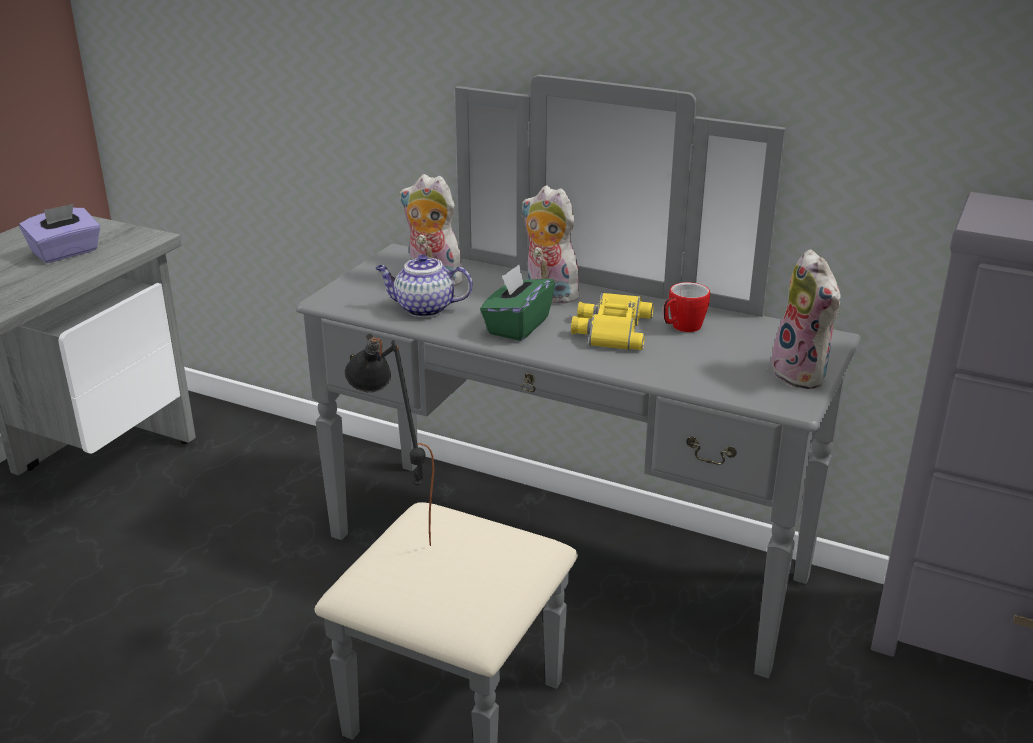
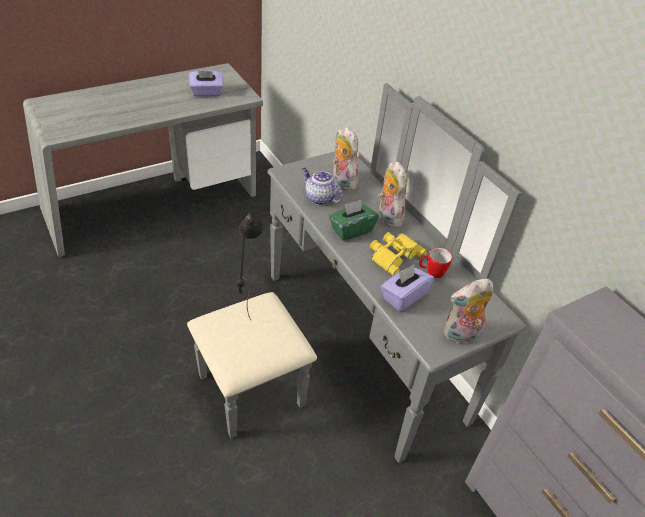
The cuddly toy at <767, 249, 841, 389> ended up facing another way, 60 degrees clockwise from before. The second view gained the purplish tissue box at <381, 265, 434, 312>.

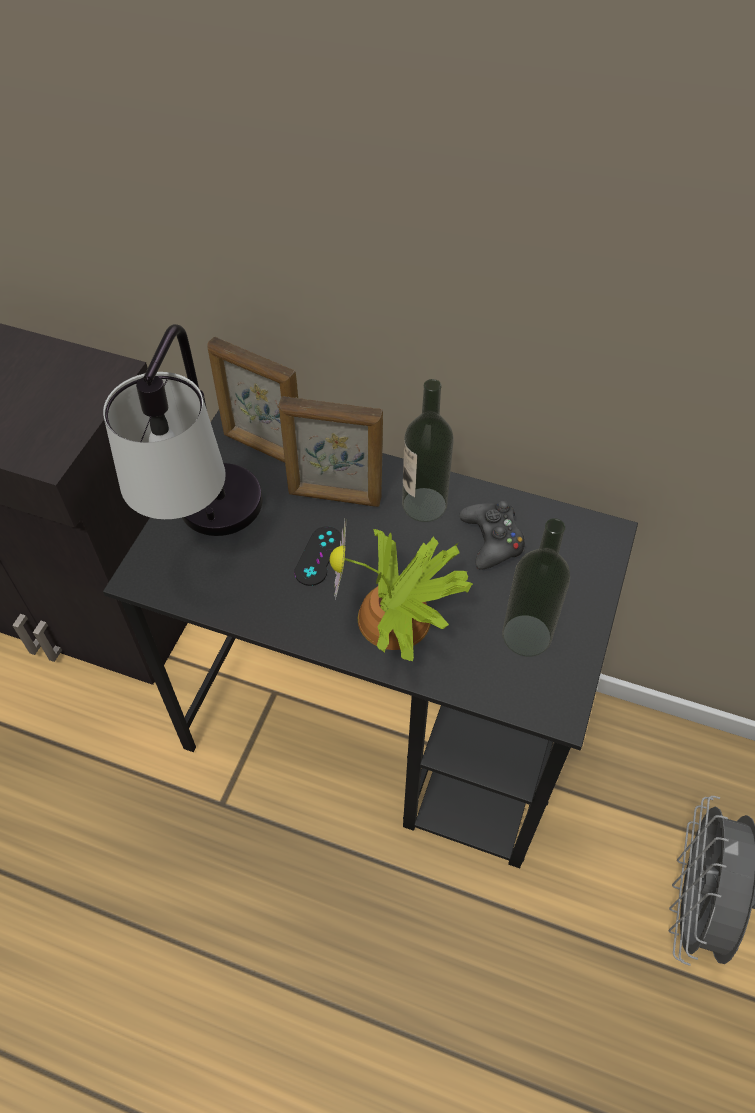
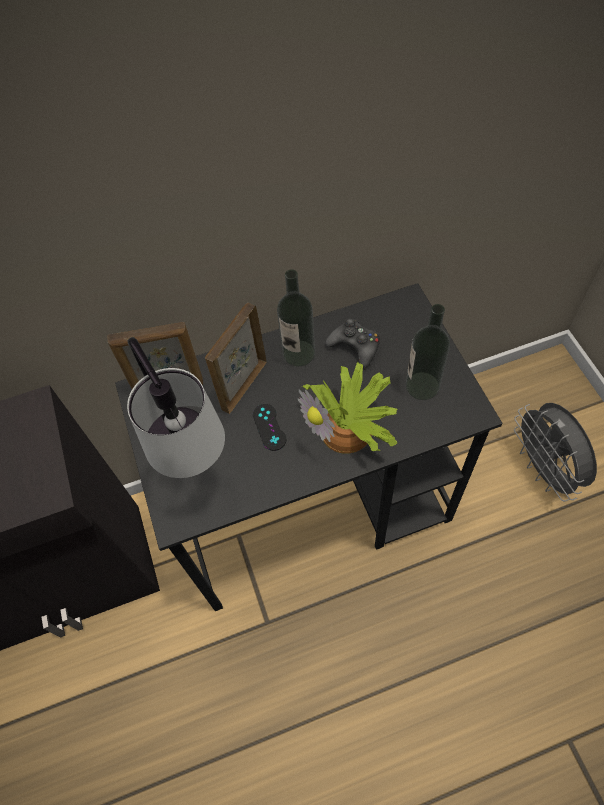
The standing frame at <279, 396, 383, 507> ended up facing another way, 150 degrees clockwise from before.

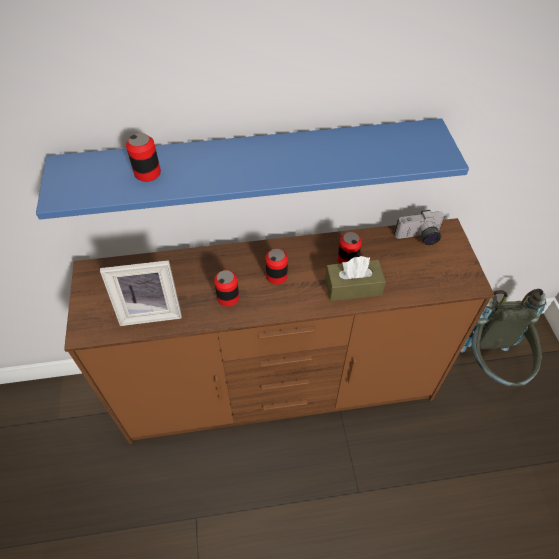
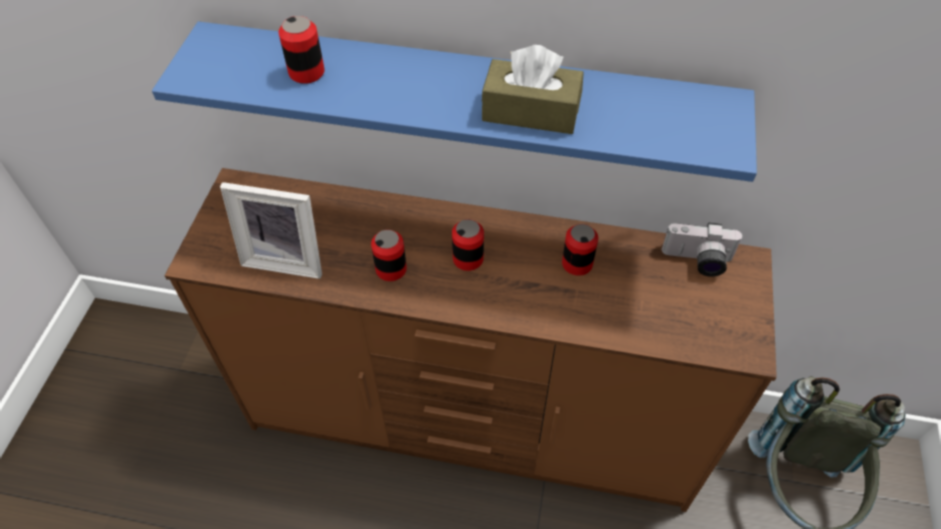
The brown tissue box ended up elsewhere, having gone from <325, 256, 386, 301> to <482, 45, 584, 134>.

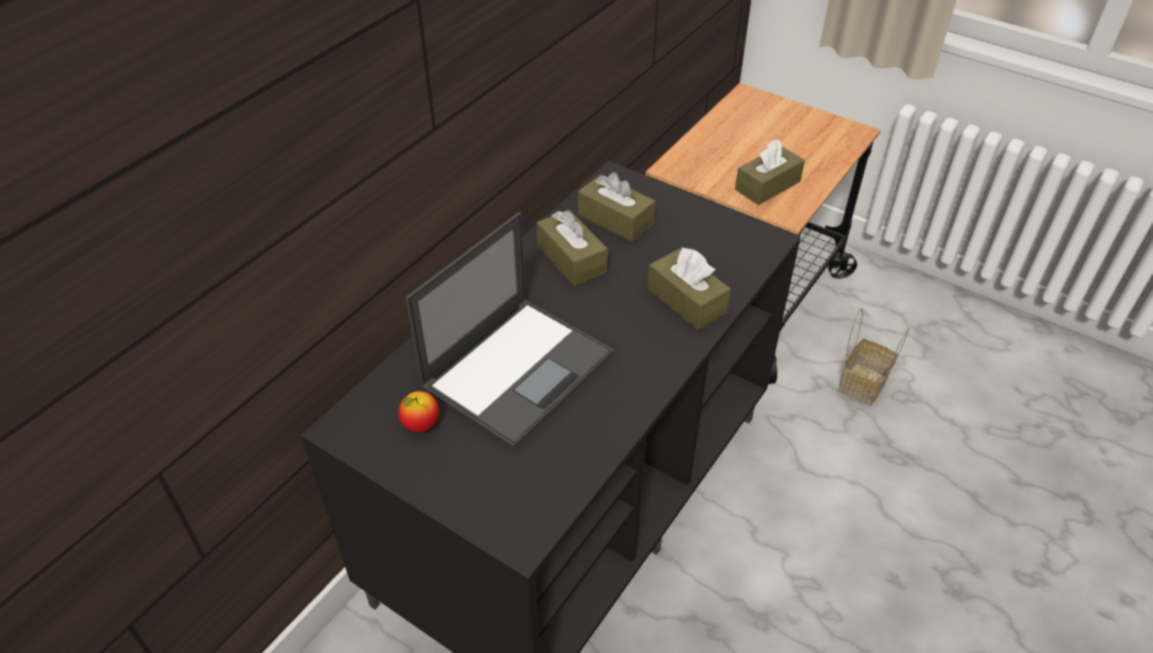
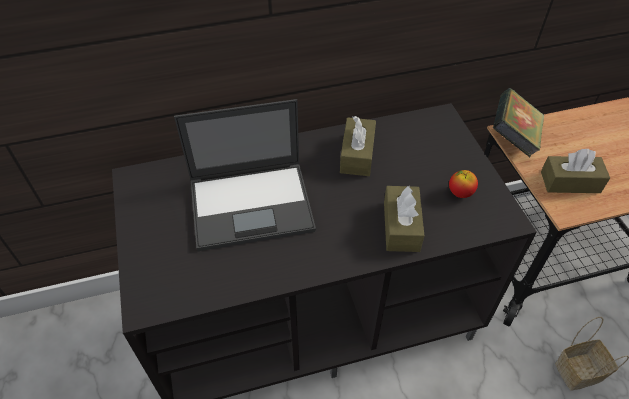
The second view lost the brown tissue box at <578, 172, 656, 242>. The apple fruit ended up elsewhere, having gone from <398, 391, 439, 432> to <449, 170, 478, 198>. The second view gained the volume at <493, 88, 544, 157>.

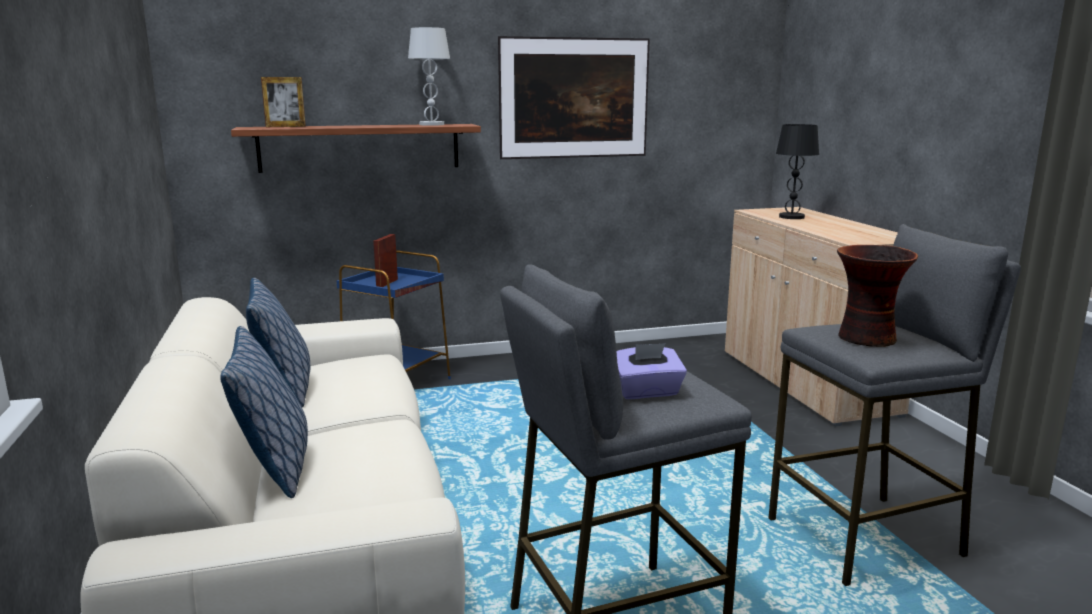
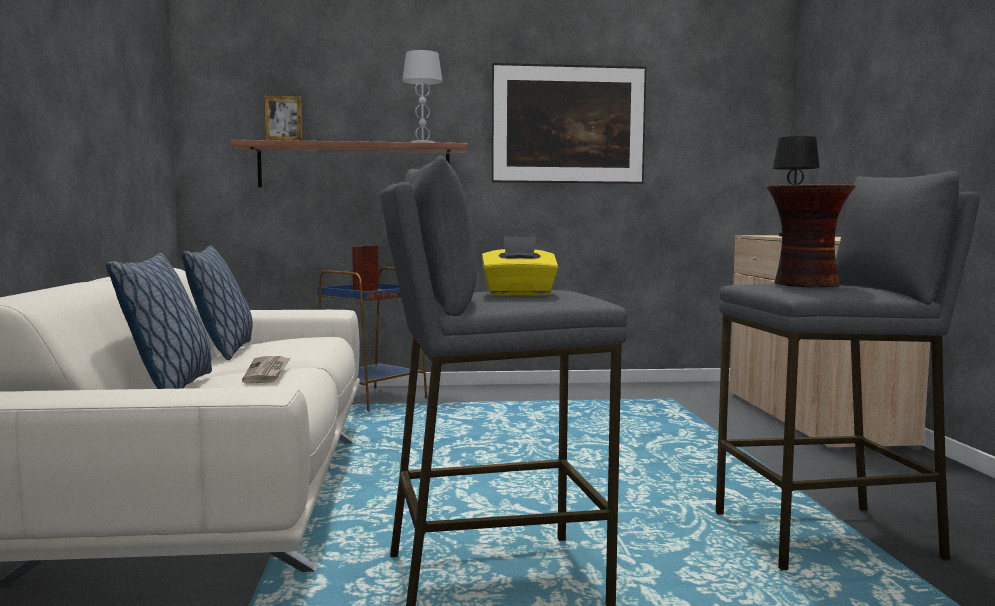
What was the purplish tissue box at <616, 343, 687, 399> turned into the yellowish tissue box at <482, 236, 558, 296>. The second view gained the daily paper at <242, 356, 290, 383>.

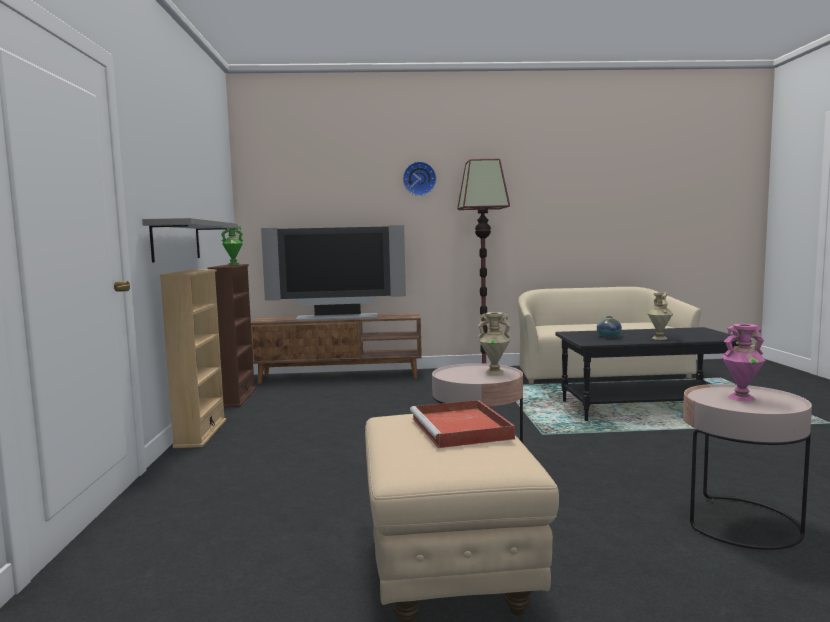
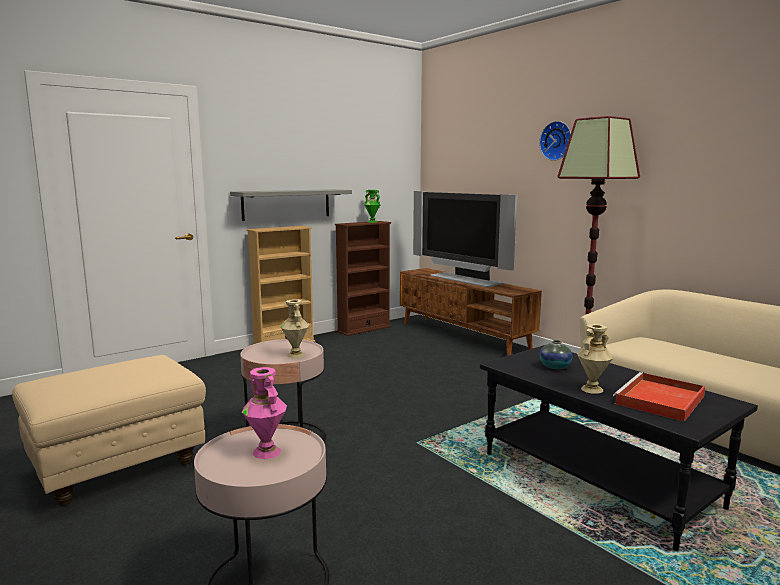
The red-coloured tray ended up elsewhere, having gone from <410, 400, 515, 448> to <613, 372, 705, 422>.

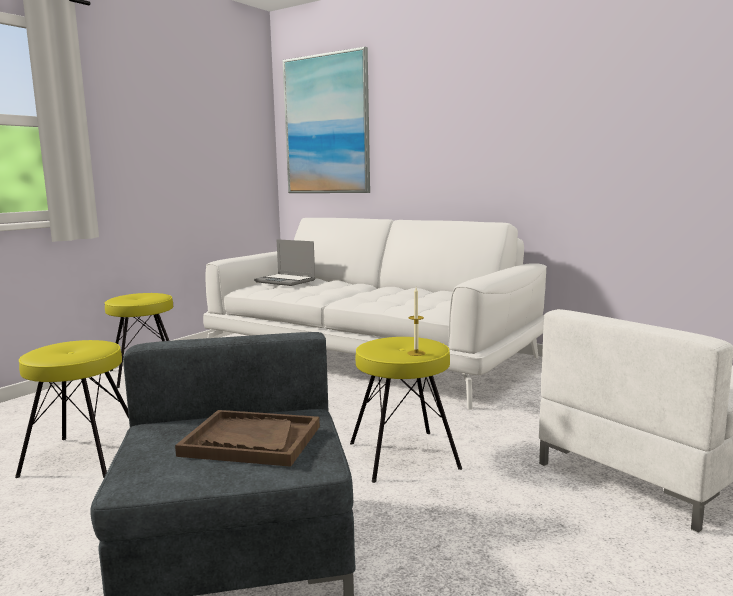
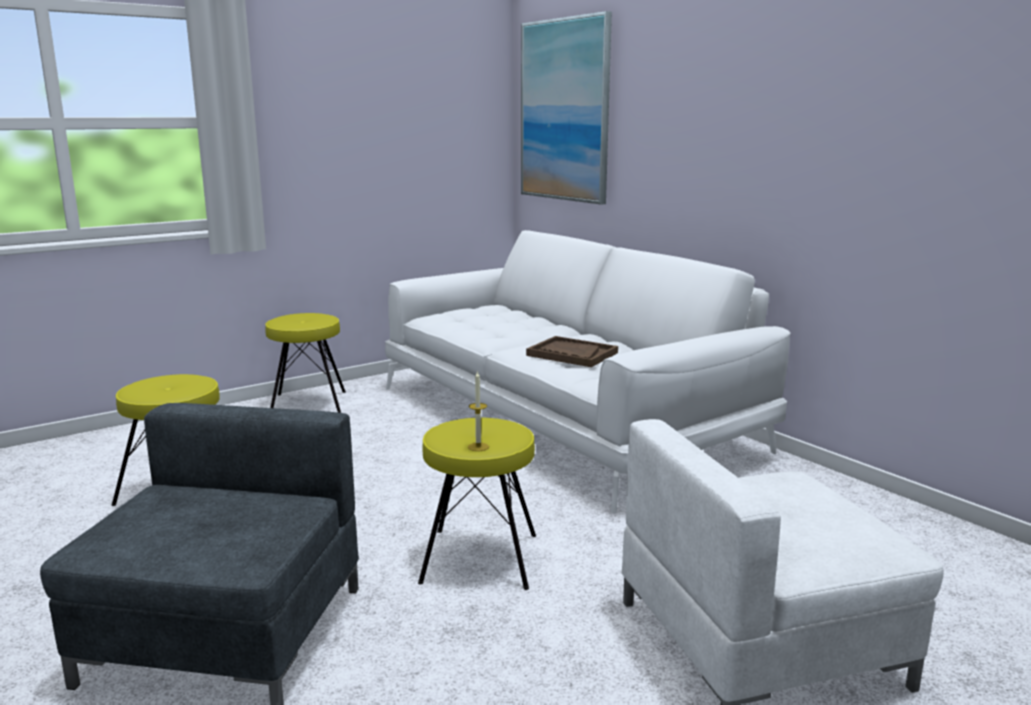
The second view lost the portable computer at <254, 239, 316, 286>. The brown tray ended up elsewhere, having gone from <175, 410, 320, 467> to <526, 336, 618, 367>.

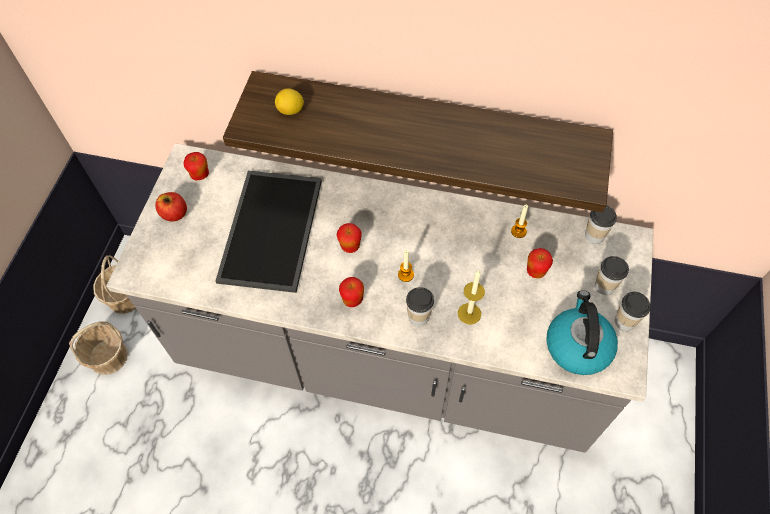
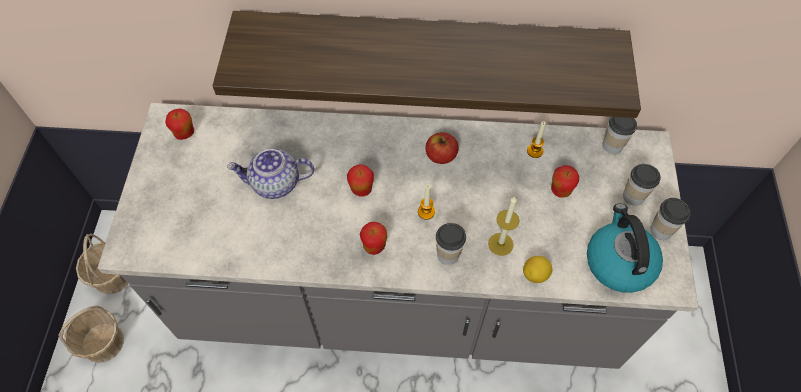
The lemon ended up elsewhere, having gone from <275, 88, 304, 115> to <523, 256, 552, 283>. Where the tray stood at <215, 171, 322, 293>, the pot for tea came to stand at <227, 148, 314, 199>. The apple fruit ended up elsewhere, having gone from <155, 192, 187, 222> to <425, 132, 459, 164>.

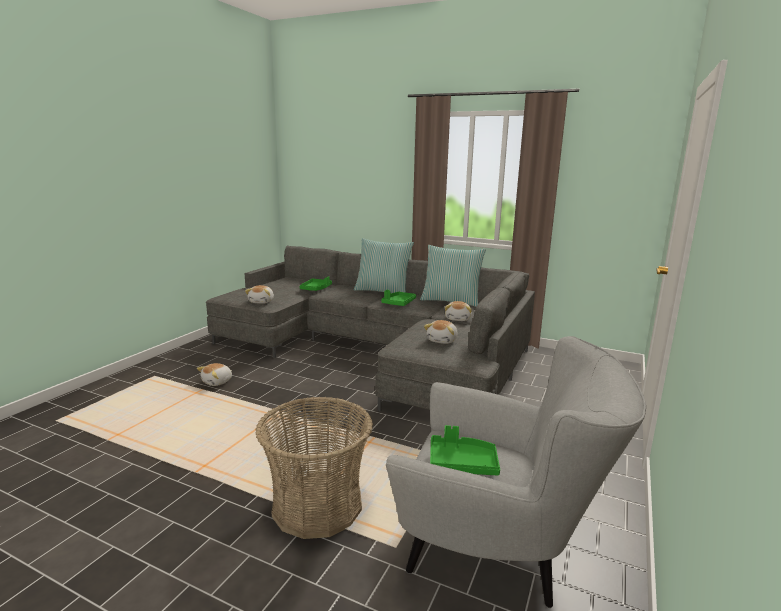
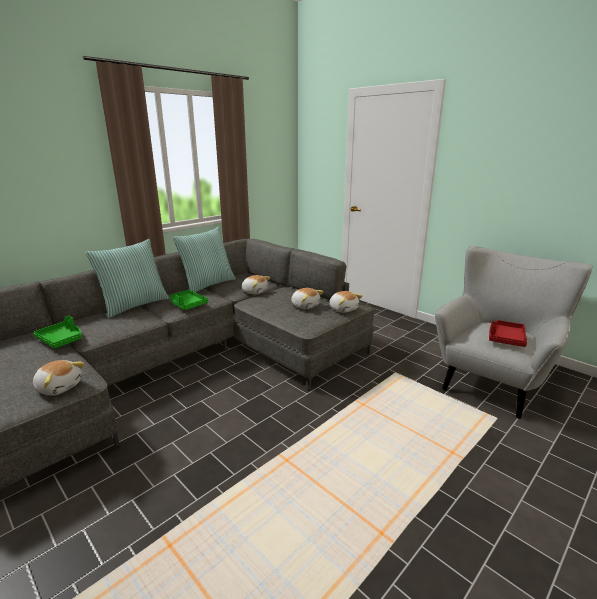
The cuddly toy ended up elsewhere, having gone from <197, 363, 232, 386> to <329, 291, 363, 313>. The second view lost the storage basket at <255, 397, 373, 539>. What was the green-coloured tray at <430, 425, 500, 476> turned into the red-coloured tray at <489, 320, 527, 347>.

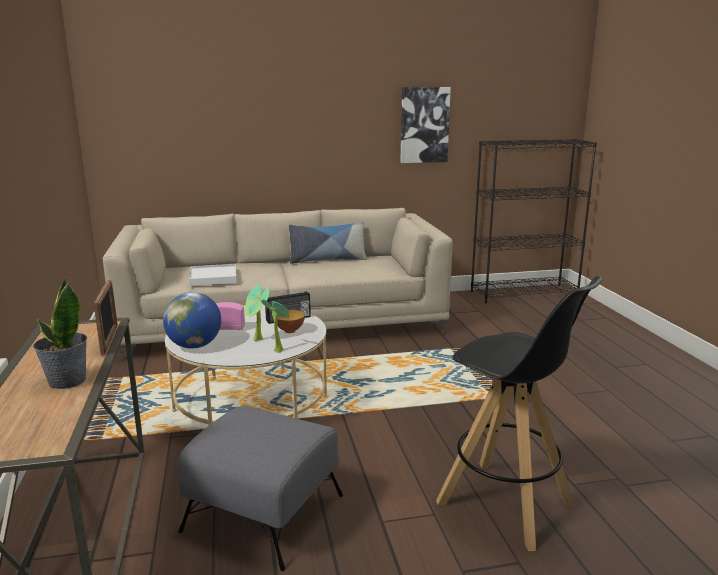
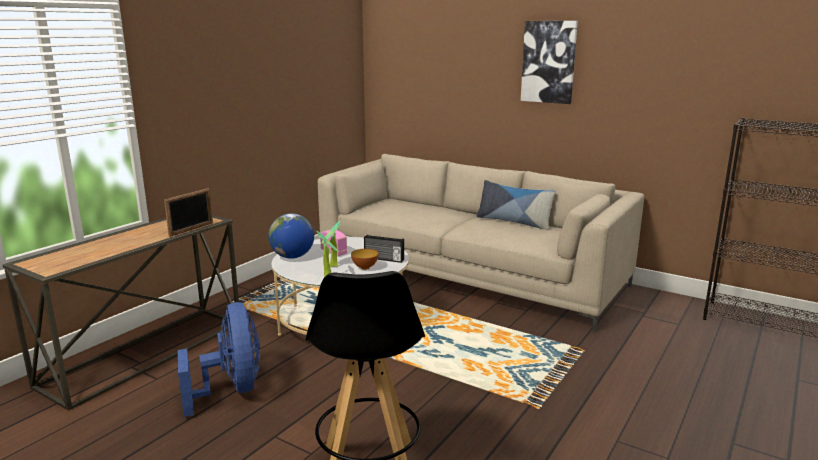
The wall picture ended up elsewhere, having gone from <400, 87, 451, 163> to <521, 21, 578, 104>. The second view lost the white-coloured tray at <189, 264, 237, 286>. The second view lost the potted plant at <33, 278, 87, 389>. Where the greyish pouffe stood at <178, 406, 343, 571>, the blue fan came to stand at <178, 302, 260, 417>.

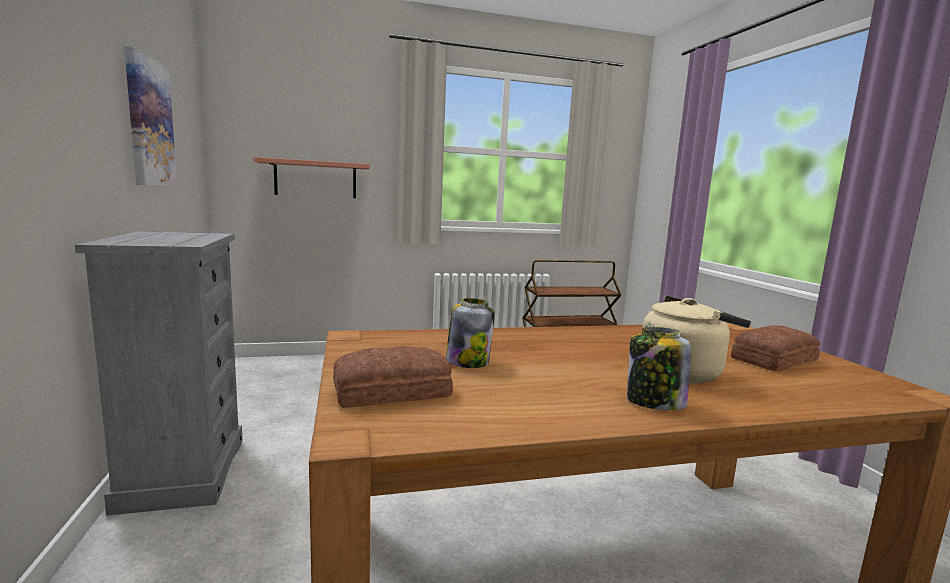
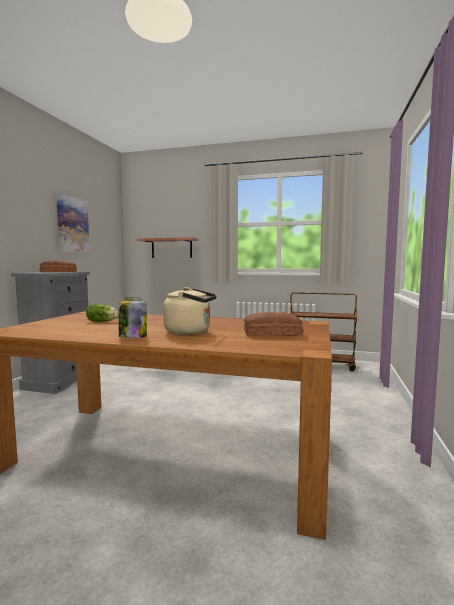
Where the preserve jar stood at <446, 298, 495, 368>, the lettuce head came to stand at <86, 304, 119, 322>. The baked bread ended up elsewhere, having gone from <333, 346, 453, 408> to <40, 260, 77, 272>.

